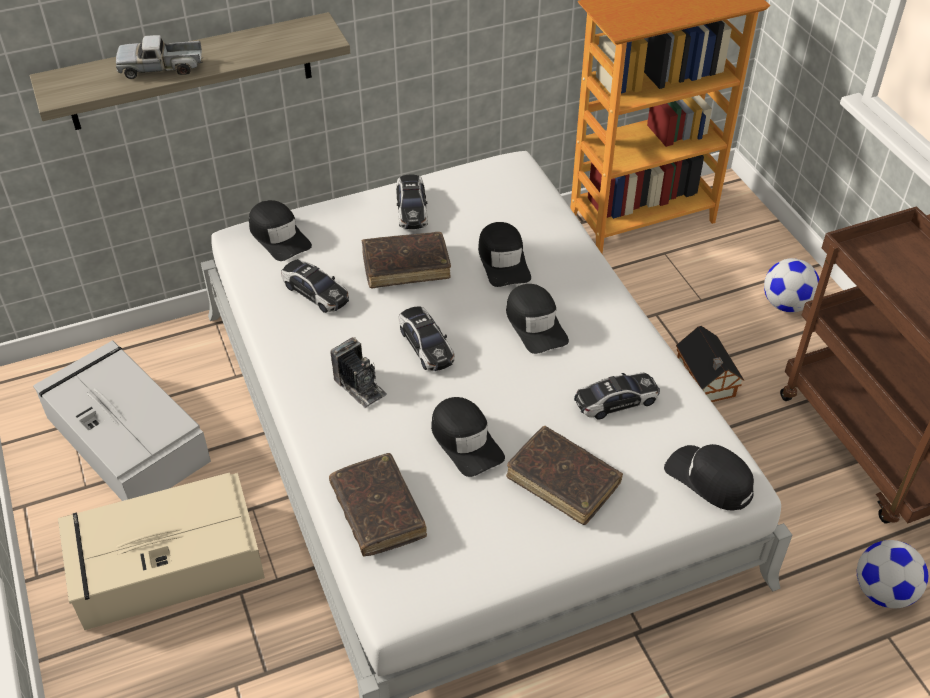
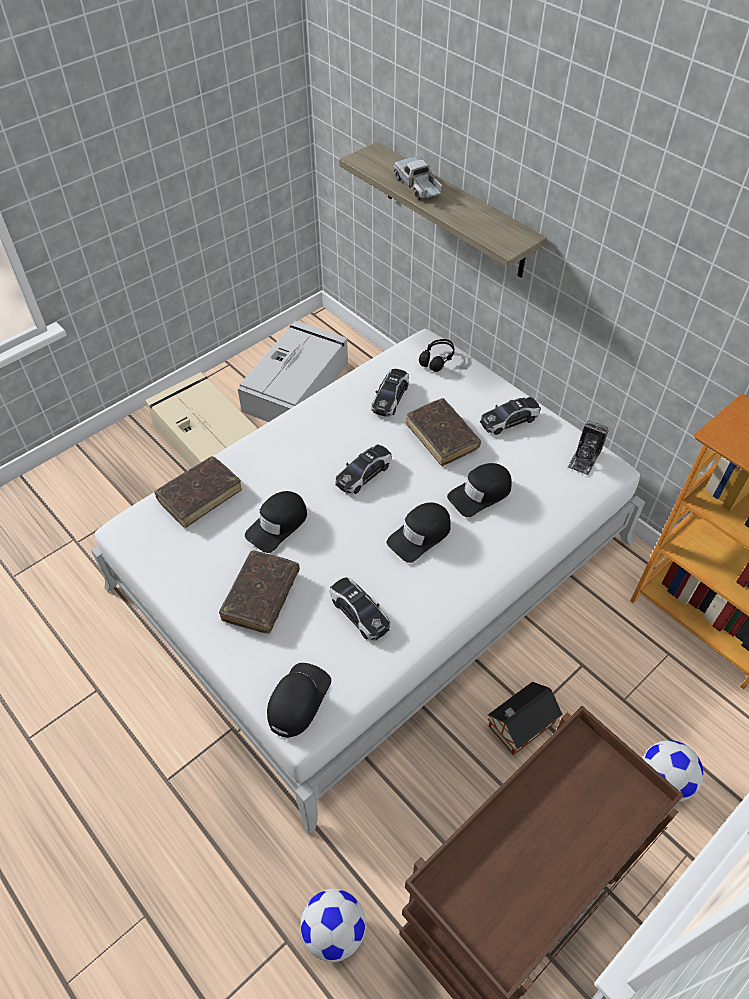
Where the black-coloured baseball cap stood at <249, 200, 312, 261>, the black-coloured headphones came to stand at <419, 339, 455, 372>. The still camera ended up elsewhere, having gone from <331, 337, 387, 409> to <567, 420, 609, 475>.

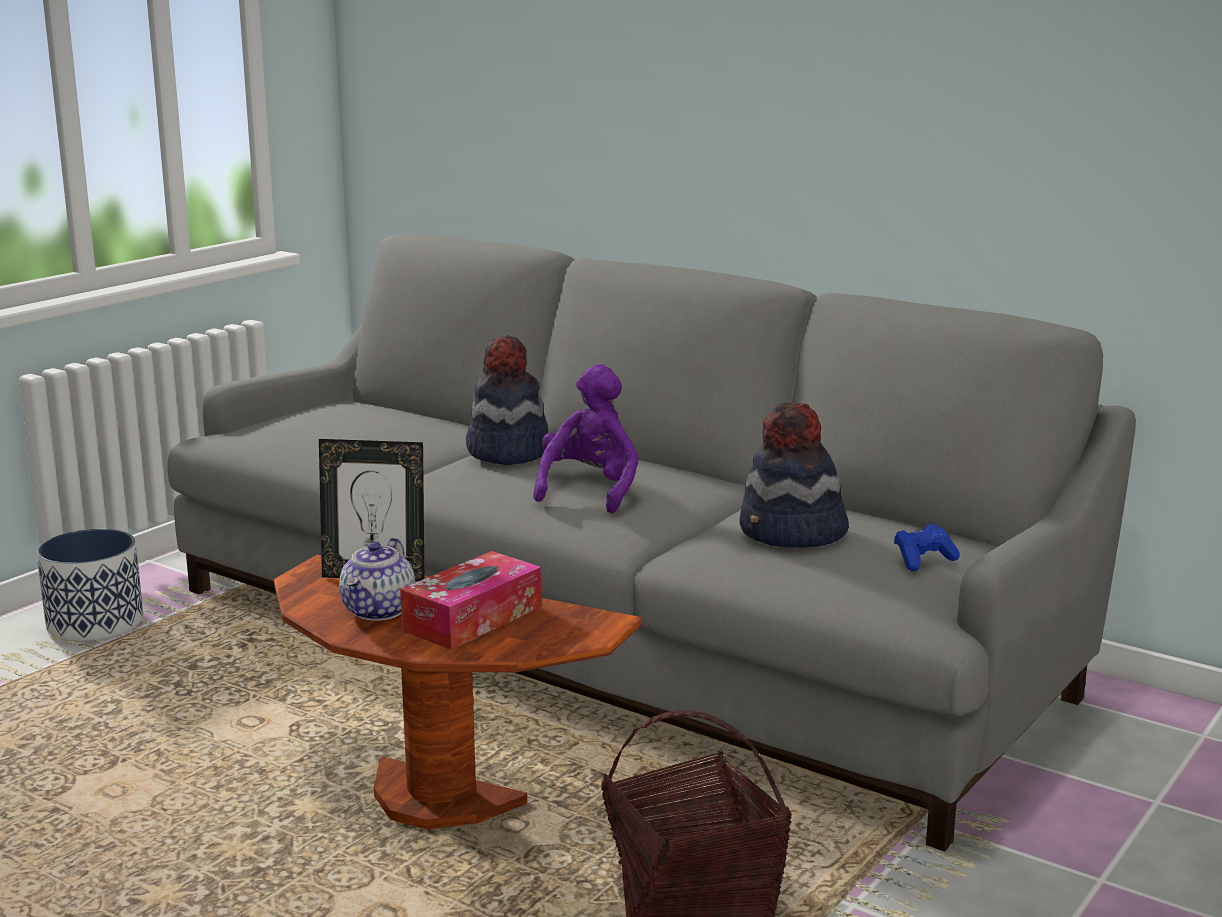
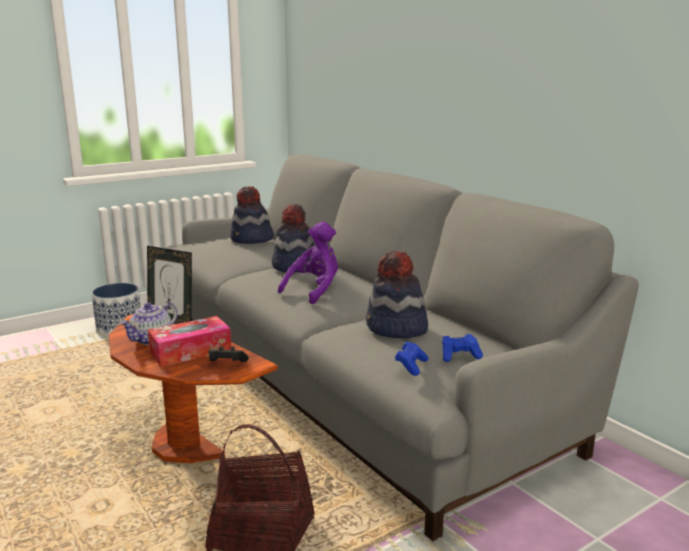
The second view gained the clothing hat at <230, 186, 274, 244>. The second view gained the blue gamepad at <395, 342, 428, 376>. The second view gained the black-coloured gamepad at <208, 346, 249, 362>.

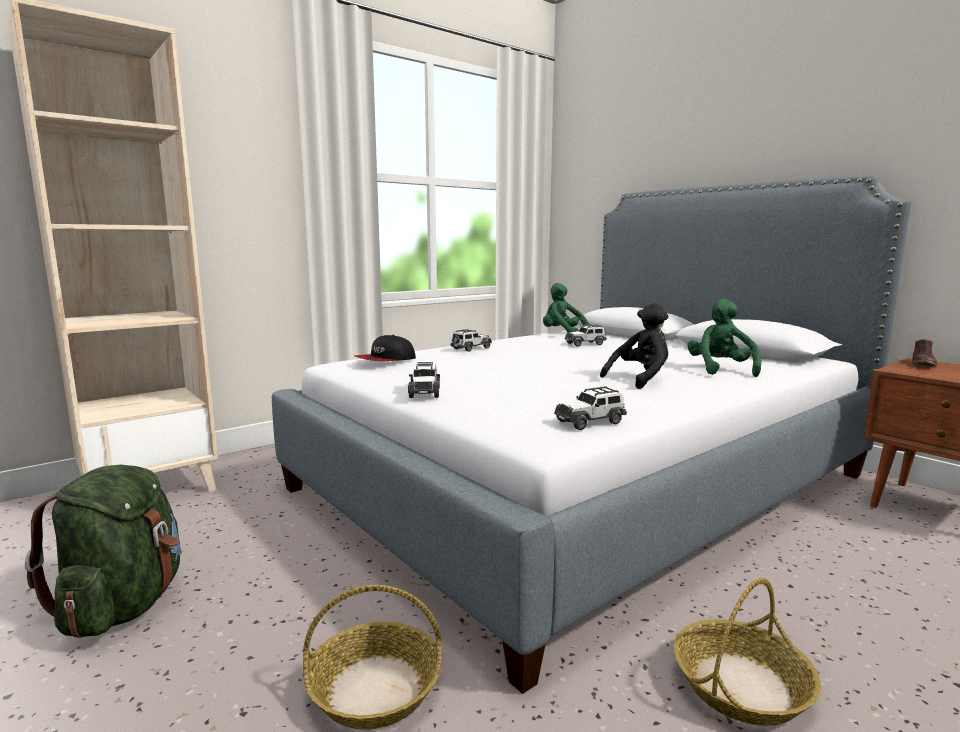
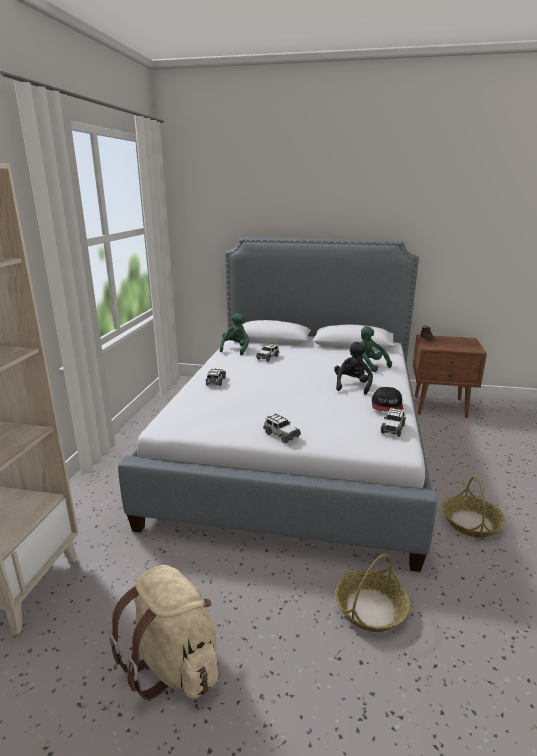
The green-coloured cuddly toy at <543, 283, 590, 333> ended up facing another way, 105 degrees clockwise from before. The baseball cap ended up elsewhere, having gone from <355, 335, 416, 361> to <372, 387, 403, 412>. What was the green-coloured backpack at <25, 465, 182, 638> turned into the sand-coloured backpack at <109, 565, 218, 700>.

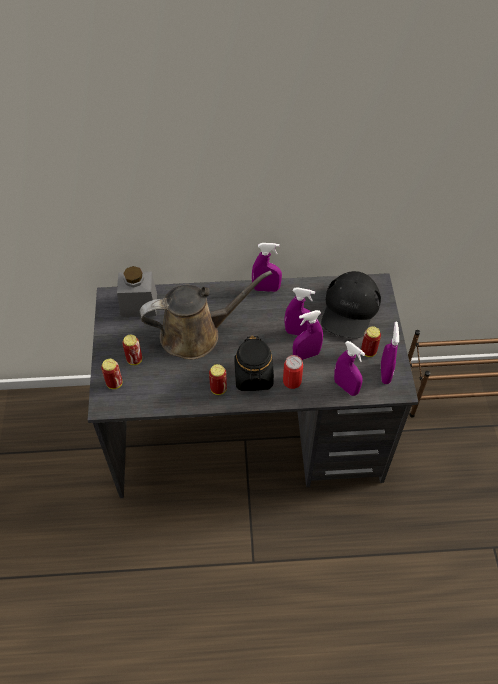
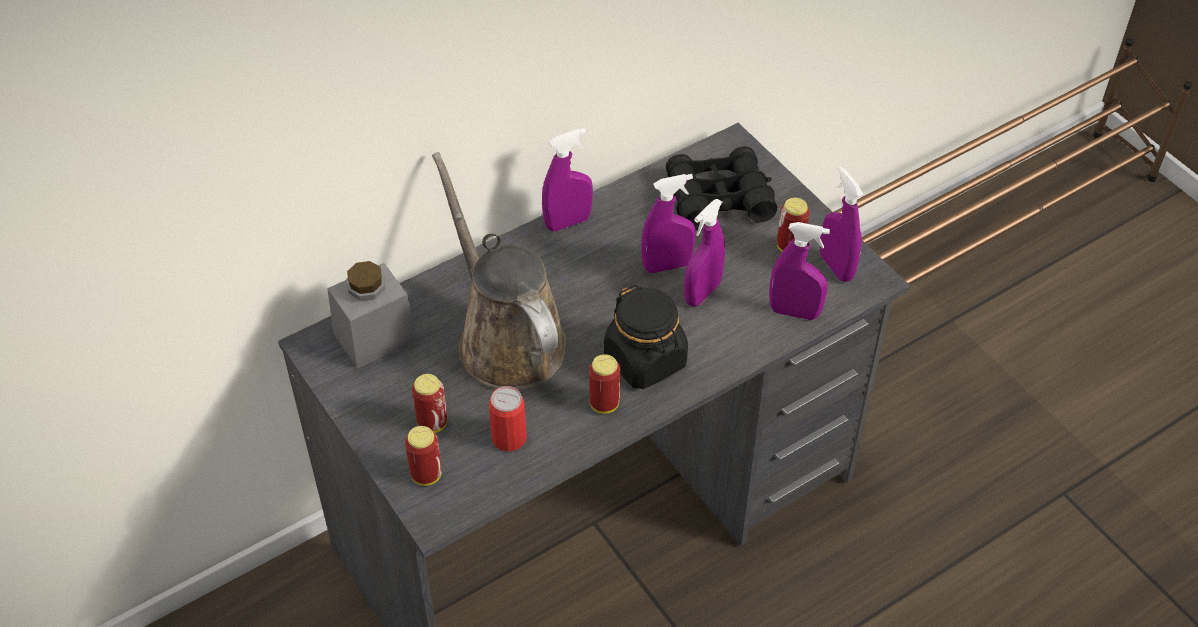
The brown watering pot at <140, 271, 272, 359> ended up facing another way, 75 degrees counterclockwise from before. Where the black-coloured baseball cap stood at <321, 271, 381, 338>, the black-coloured pair of binoculars came to stand at <666, 146, 777, 231>. The metal can ended up elsewhere, having gone from <283, 355, 303, 389> to <489, 386, 527, 452>.

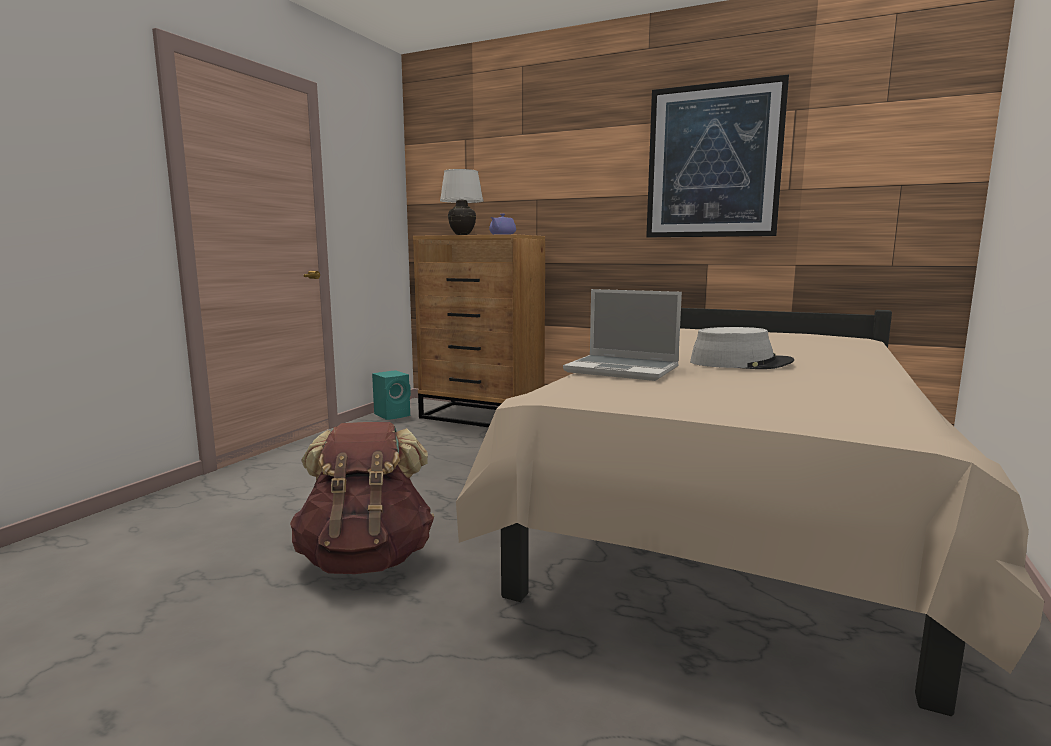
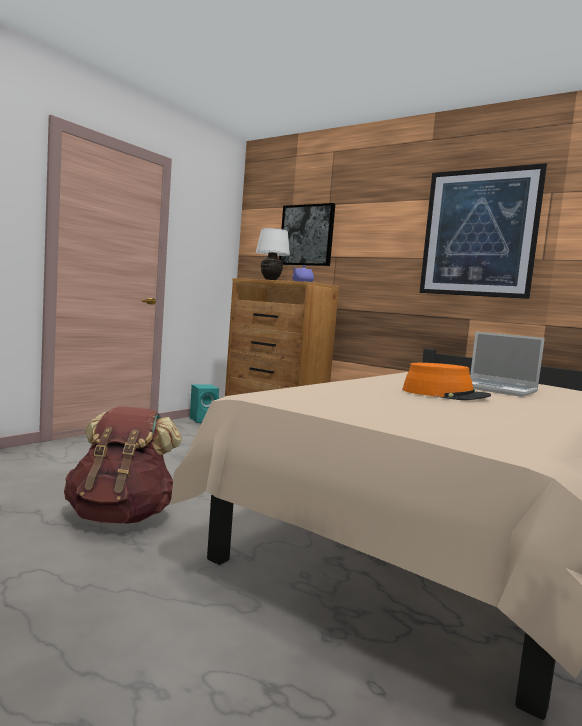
The portable computer ended up elsewhere, having gone from <563, 289, 682, 381> to <470, 332, 545, 397>. What was the greyish clothing hat at <690, 327, 794, 369> turned into the orange clothing hat at <402, 363, 491, 400>. The second view gained the wall picture at <279, 203, 335, 266>.

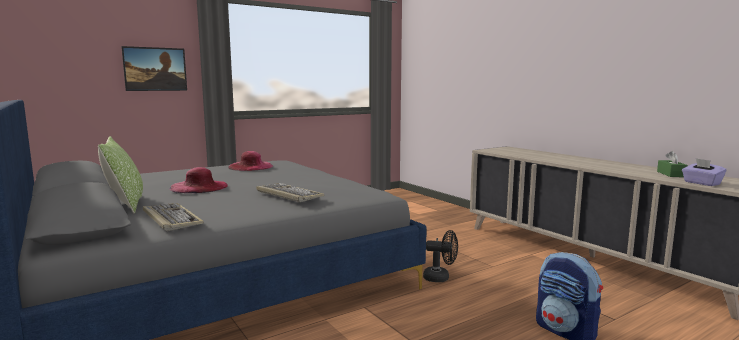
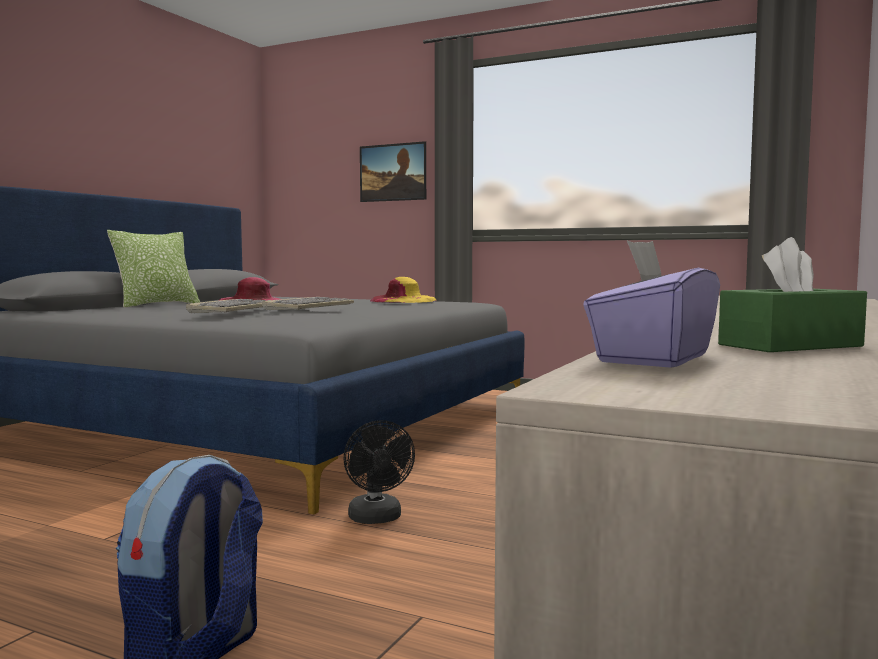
What was the pink clothing hat at <228, 151, 273, 171> turned into the yellowish clothing hat at <370, 277, 436, 303>. The PC keyboard ended up elsewhere, having gone from <143, 203, 204, 231> to <262, 297, 354, 310>.

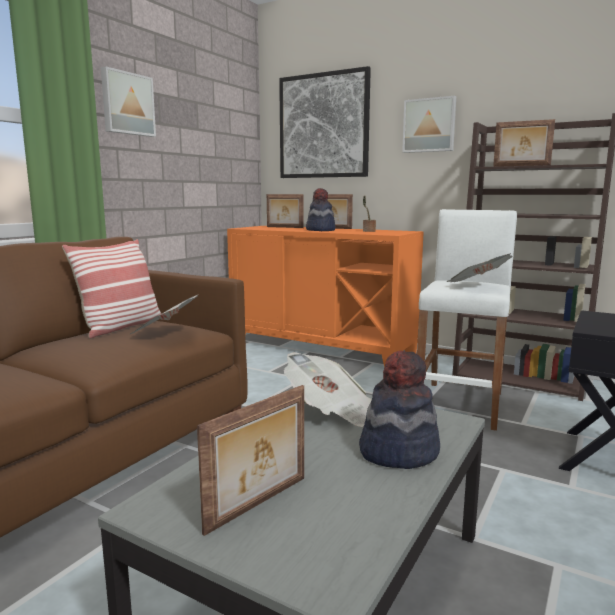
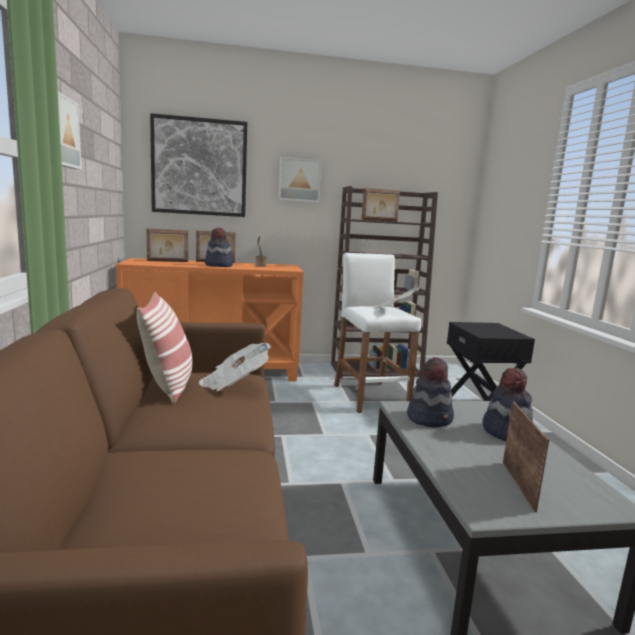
Where the daily paper stood at <283, 352, 372, 427>, the clothing hat came to stand at <407, 357, 454, 427>.

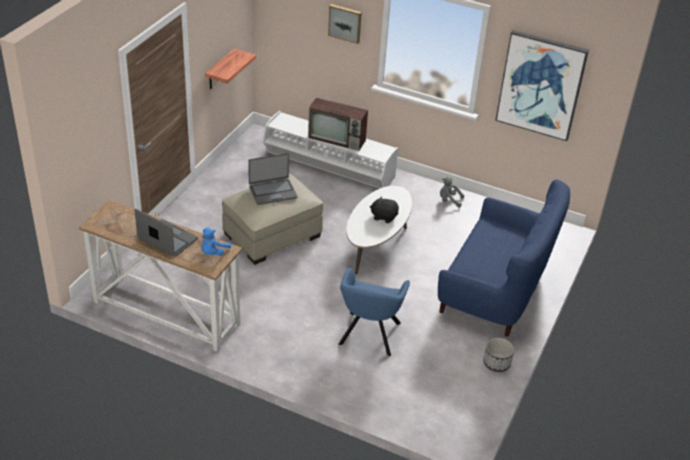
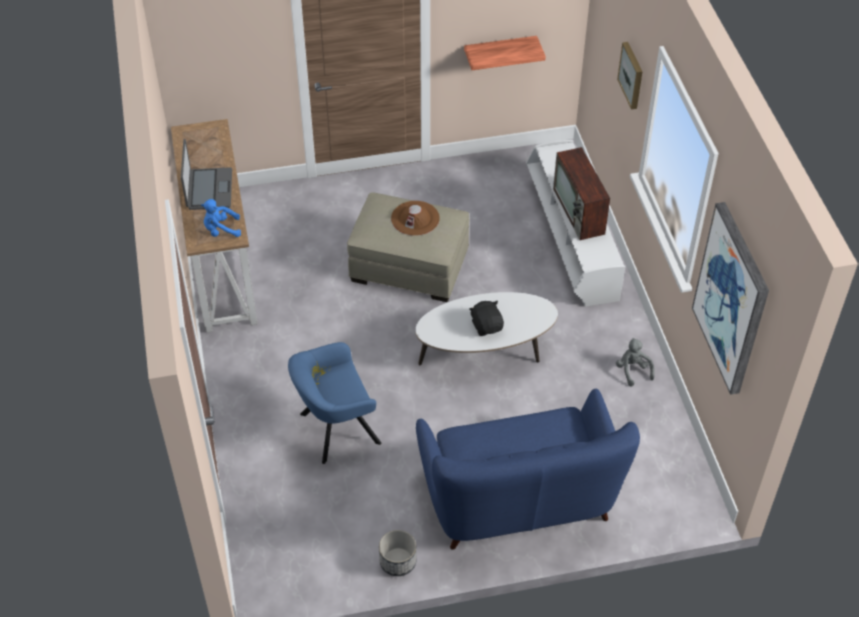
Where the portable computer stood at <248, 153, 298, 205>, the brown clothing hat came to stand at <391, 201, 440, 236>.

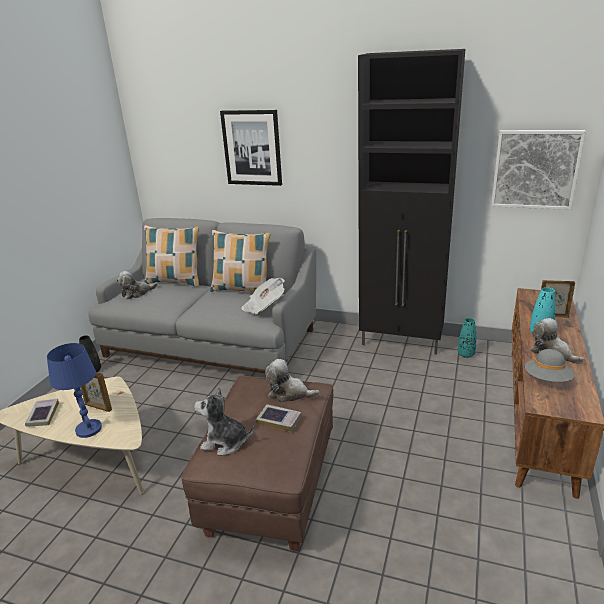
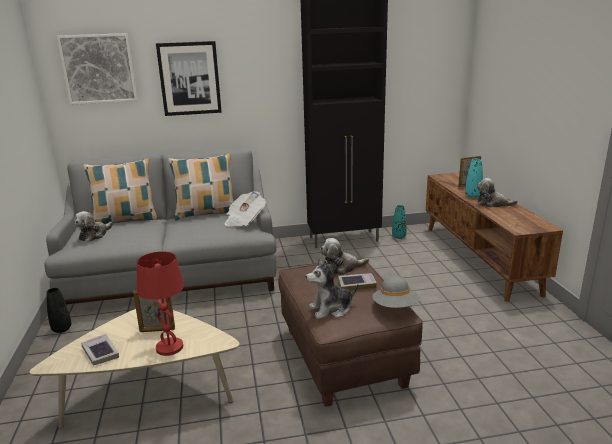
The wall picture ended up elsewhere, having gone from <491, 130, 586, 210> to <57, 33, 138, 105>. What was the blue table lamp at <47, 343, 102, 438> turned into the red-coloured table lamp at <137, 252, 184, 356>. The greyish clothing hat ended up elsewhere, having gone from <525, 349, 575, 382> to <373, 276, 419, 308>.

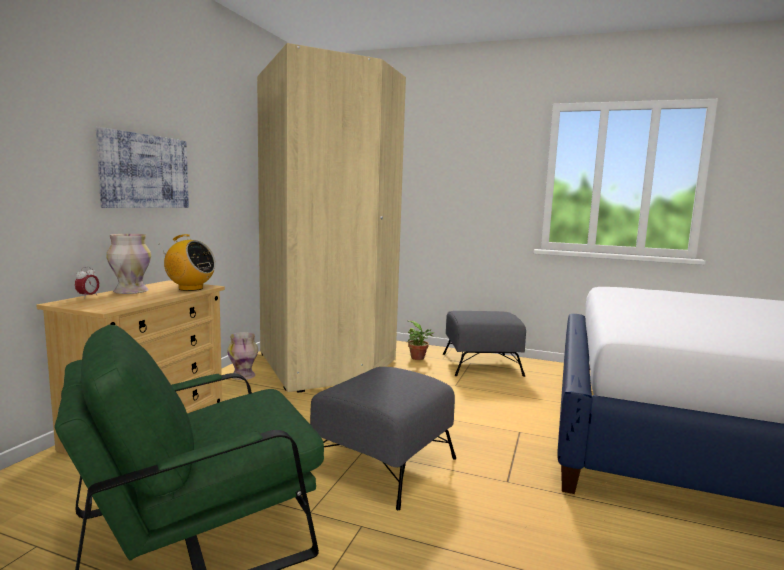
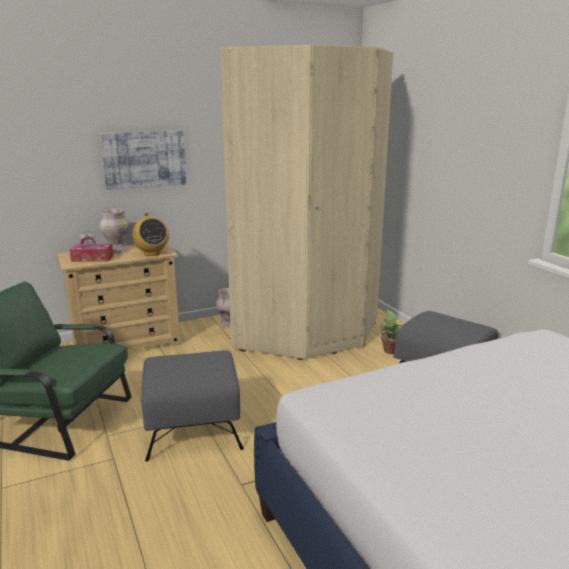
The second view gained the tissue box at <69, 244, 114, 262>.

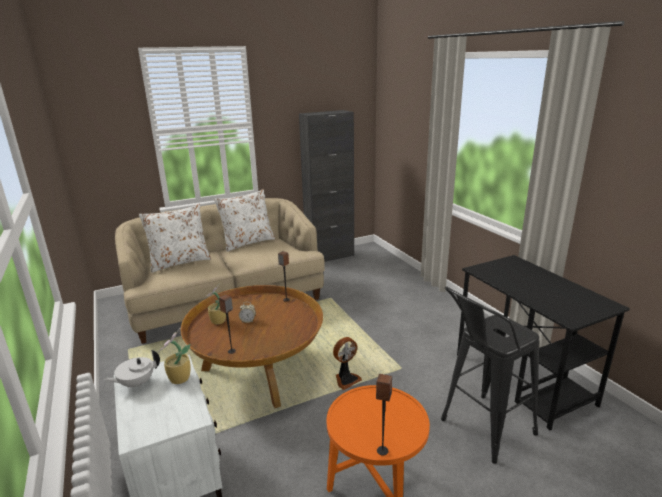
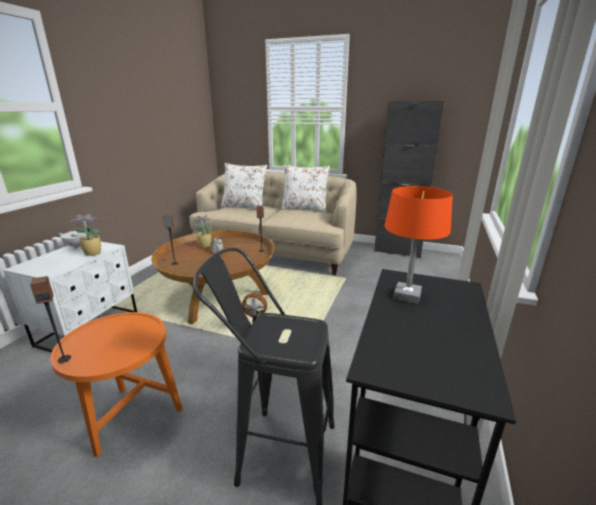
The second view gained the orange table lamp at <385, 186, 453, 304>.

